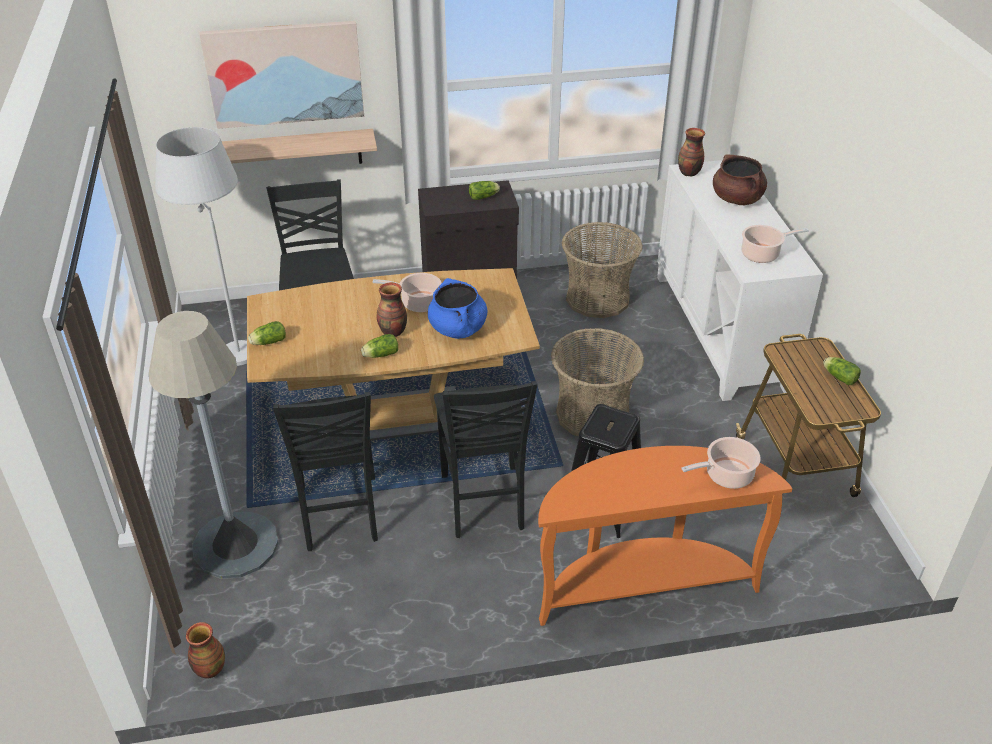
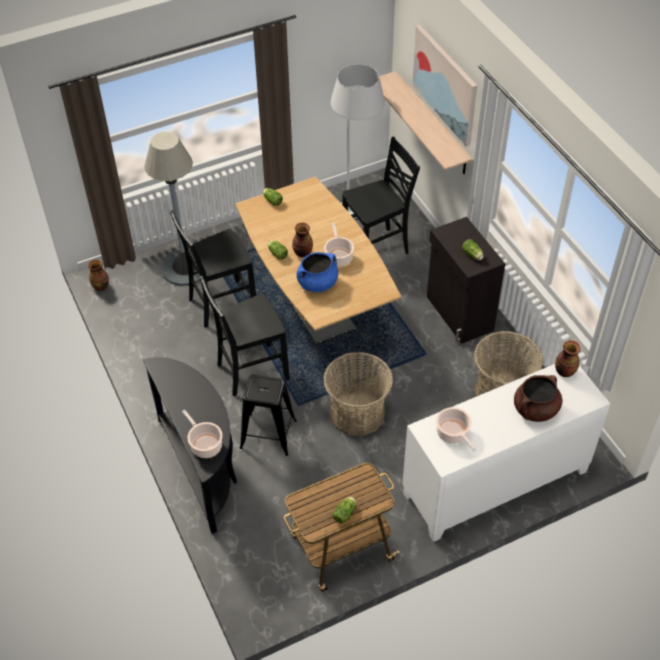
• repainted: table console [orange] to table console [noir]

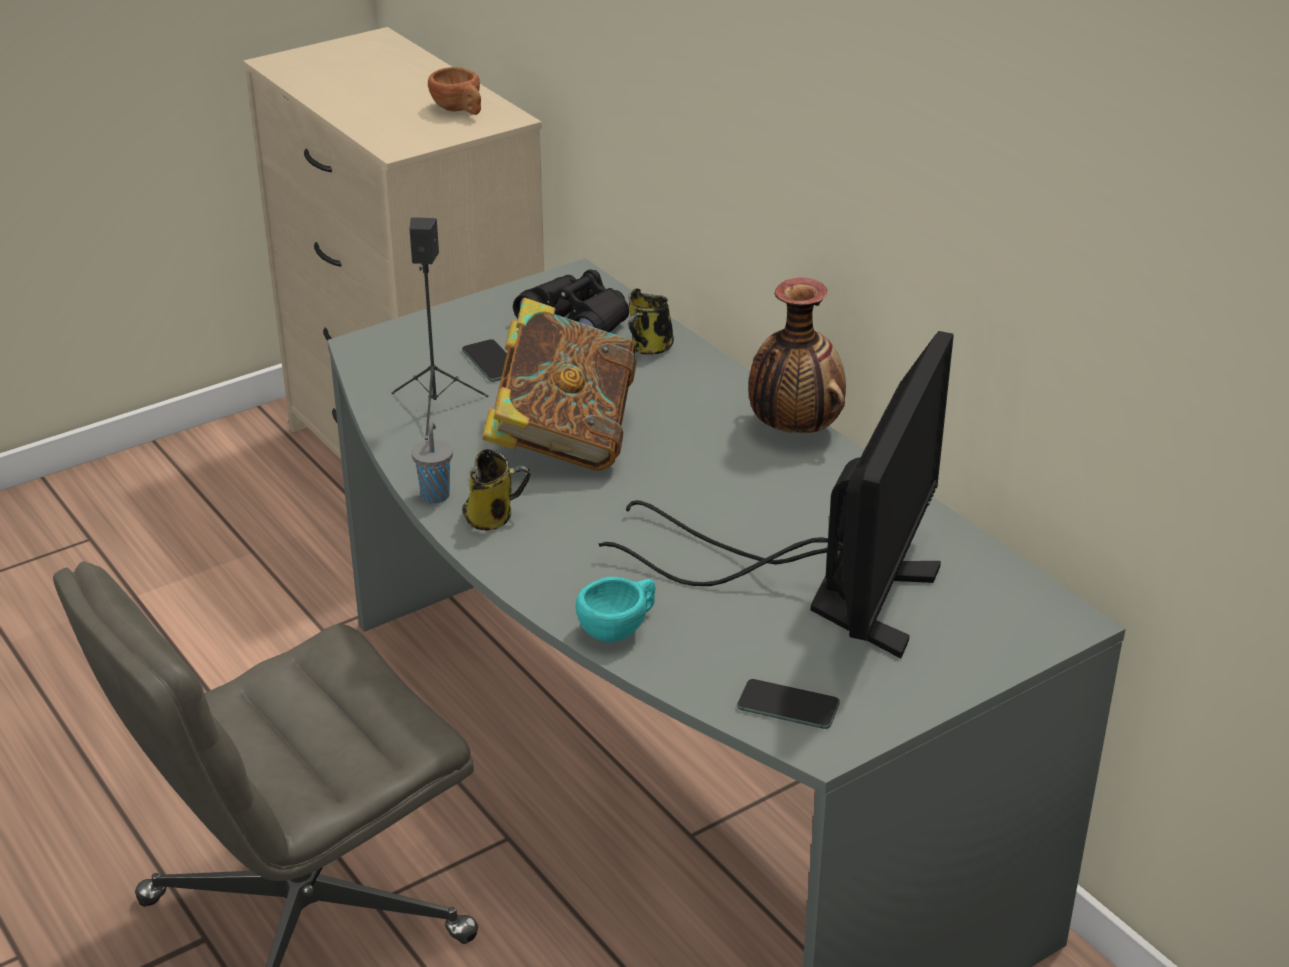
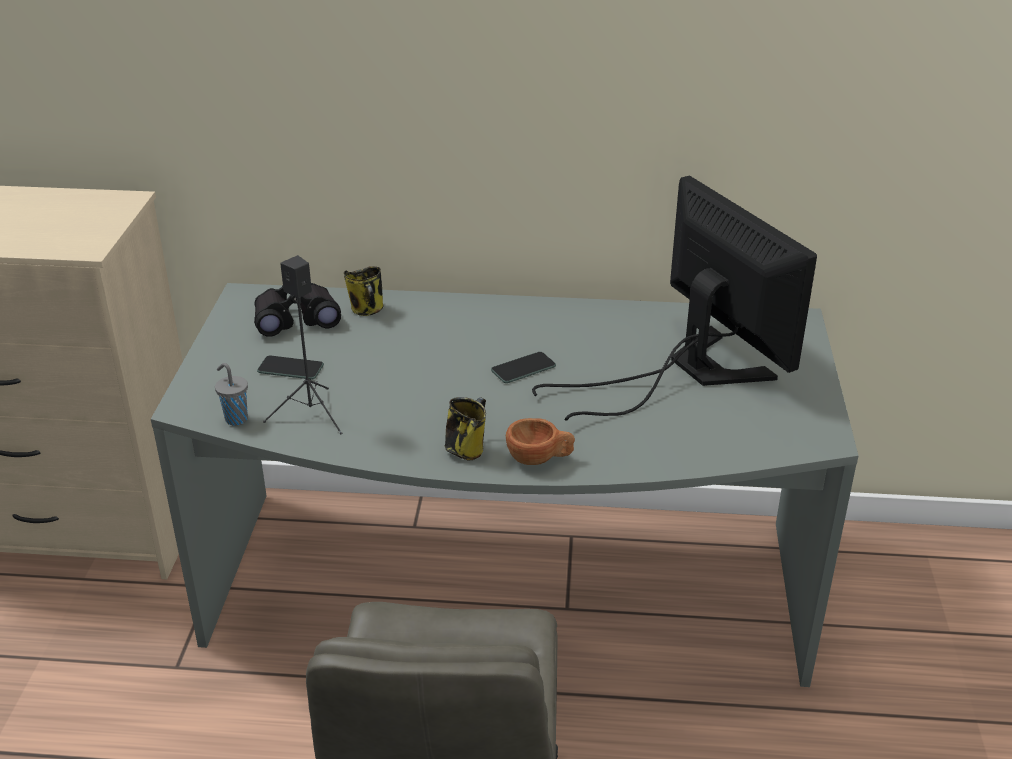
• shifted: tasse [gris]
• shifted: tasse [marron]
• gone: livre
• gone: tasse [turquoise]
• shifted: téléphone (no. 2 from left)
• gone: vase

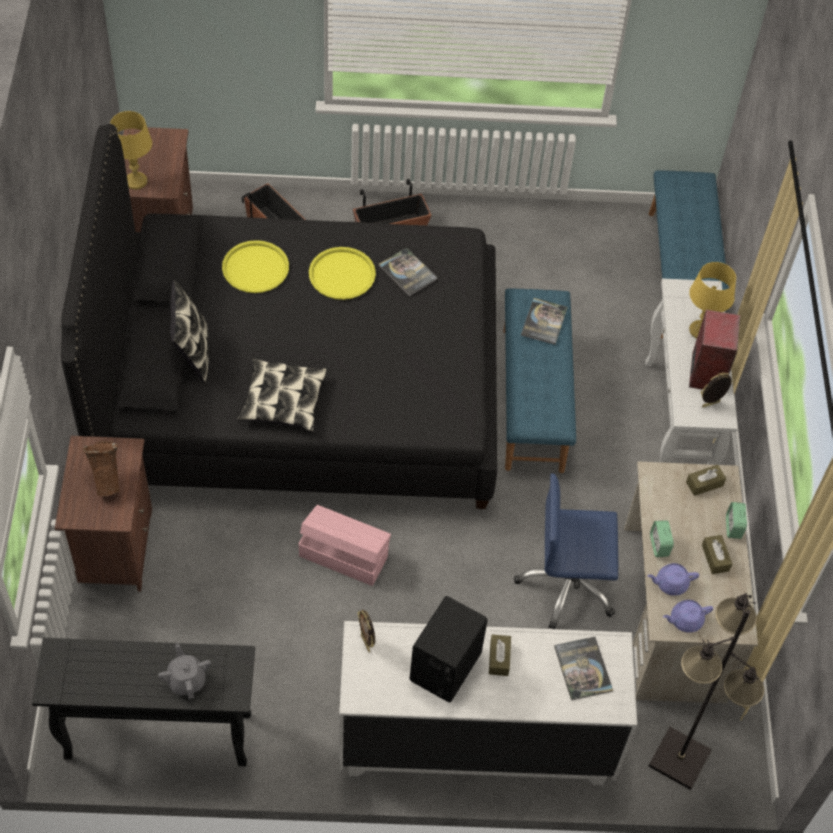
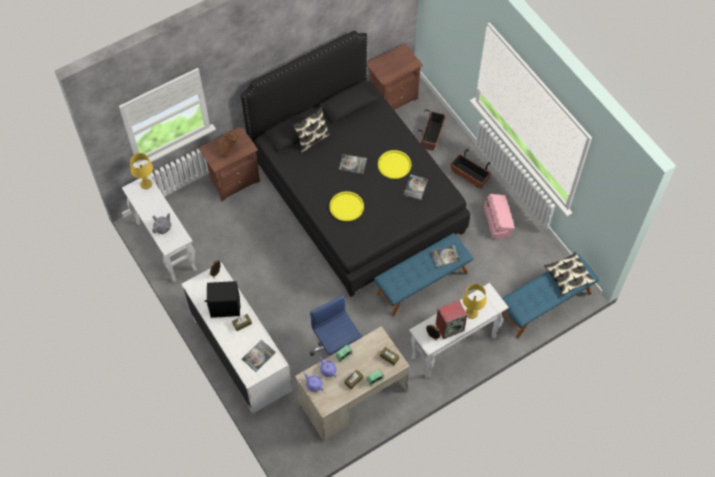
• repainted: table console [noir] to table console [blanc] (no. 1 from left)
• shifted: lampe de table [jaune] (no. 1 from left)
• shifted: plateau [jaune] (no. 1 from left)
• shifted: coussin (no. 2 from left)
• shifted: boîte de rangement [rose]
• gone: lampadaire [noir]
• new: livre (no. 2 from left)

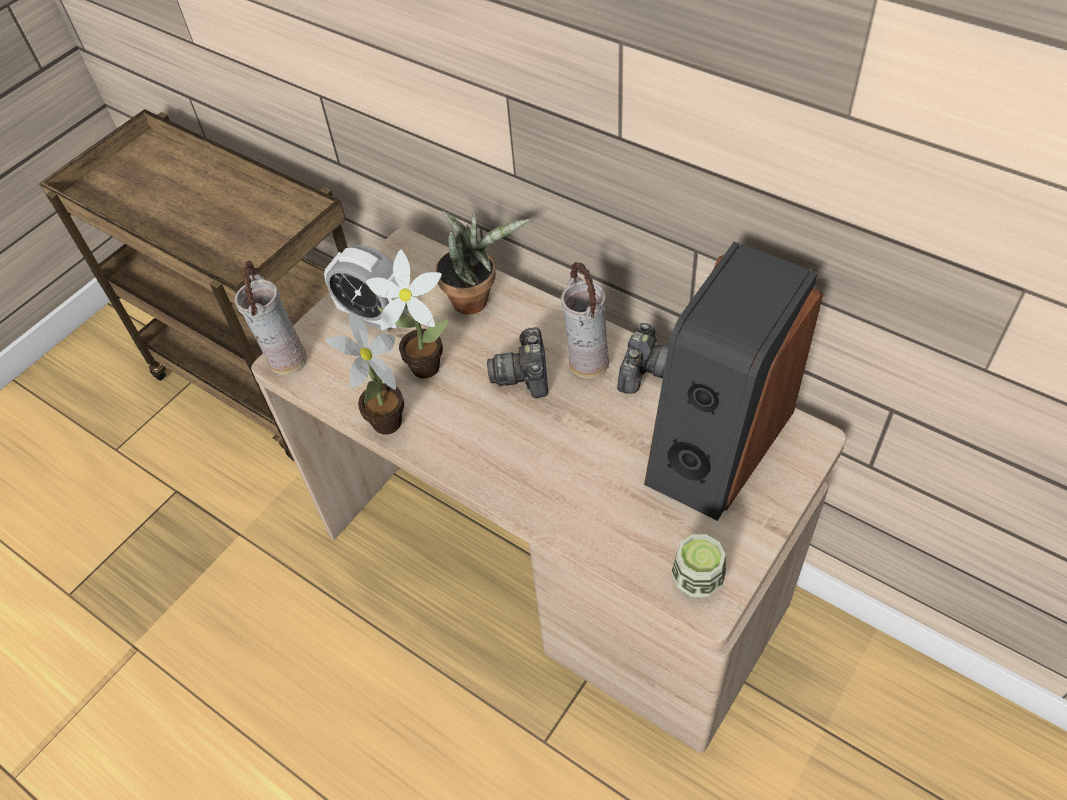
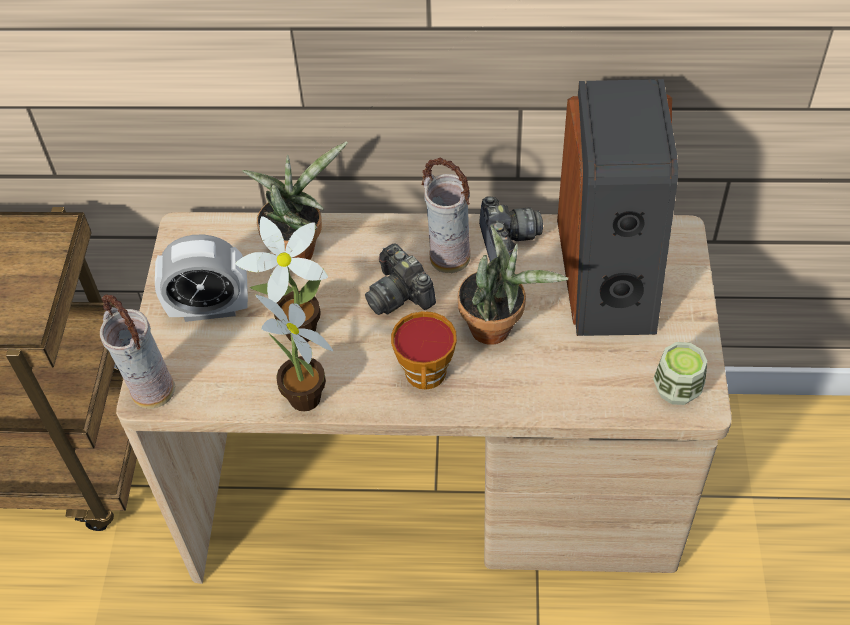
• new: tasse (no. 1 from left)
• new: plante en pot (no. 4 from left)

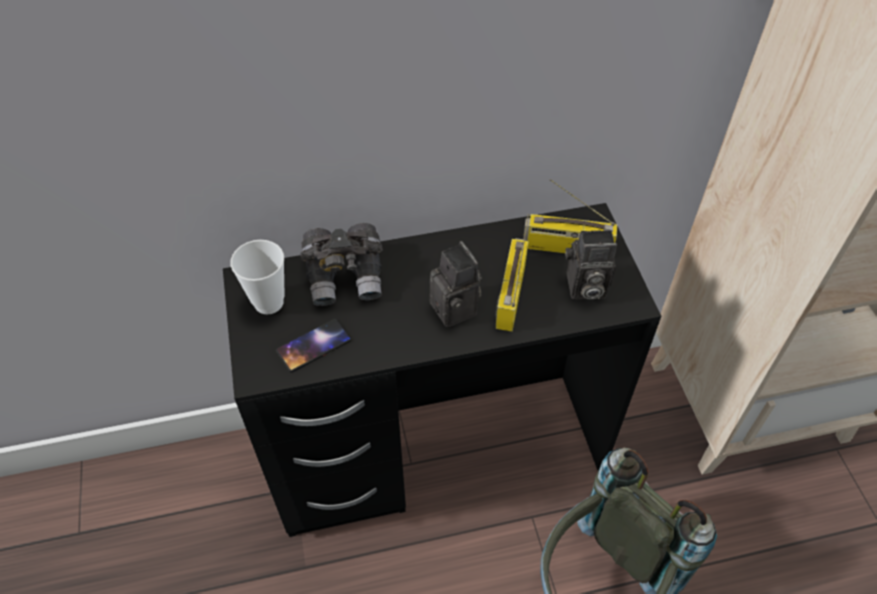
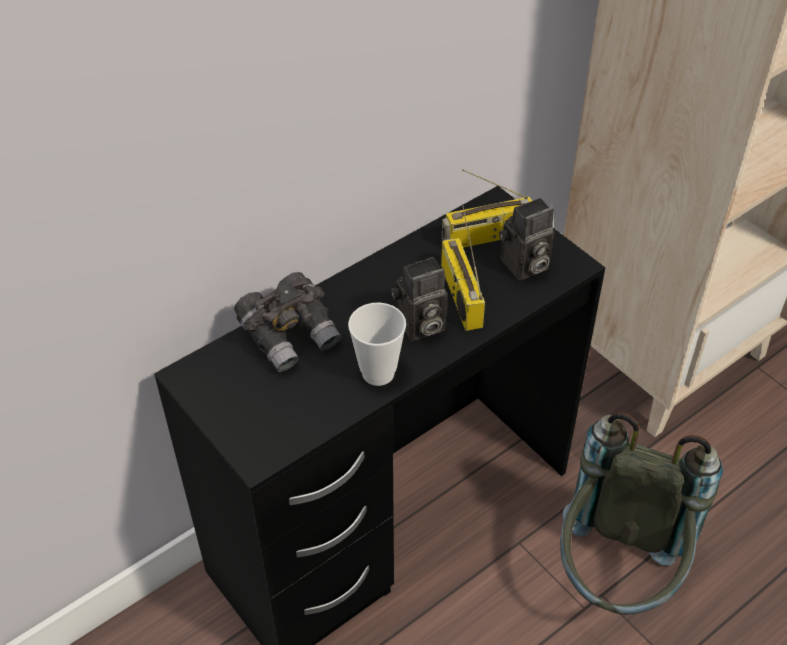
• shifted: tasse
• gone: téléphone
• rotated: appareil photo (no. 1 from left) 120 degrees clockwise

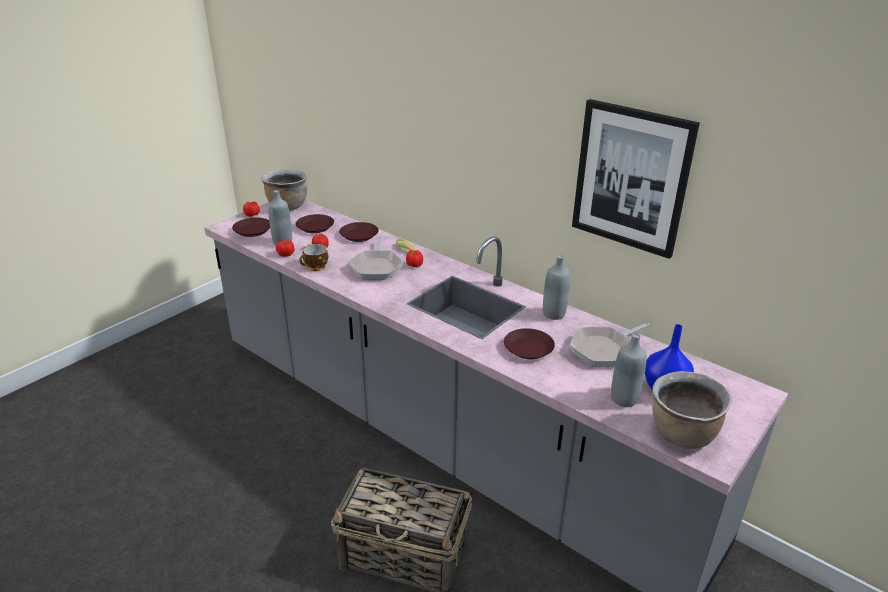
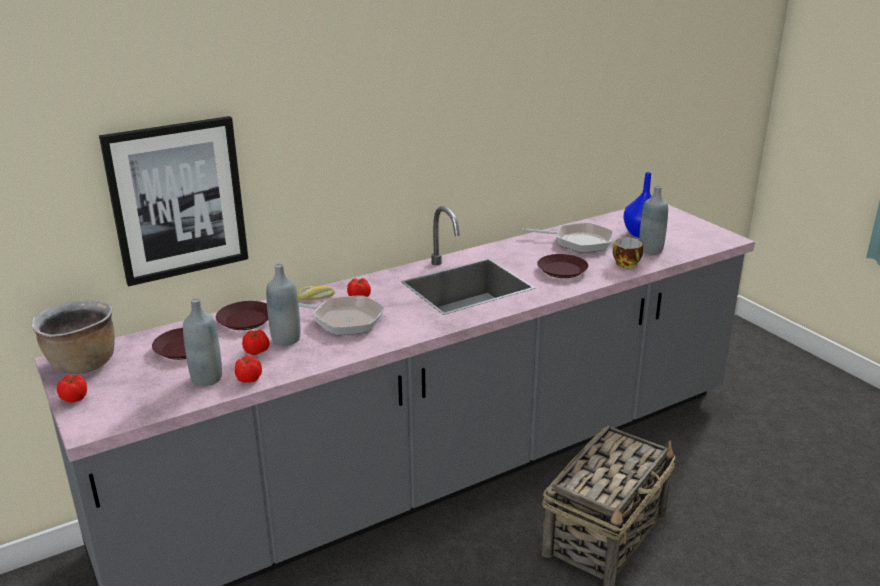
• gone: assiette [marron] (no. 1 from left)
• shifted: tasse
• shifted: bouteille [gris] (no. 2 from left)
• rotated: poêle (no. 2 from left) 60 degrees counterclockwise
• shifted: tableau
• gone: marmite [marron] (no. 2 from left)

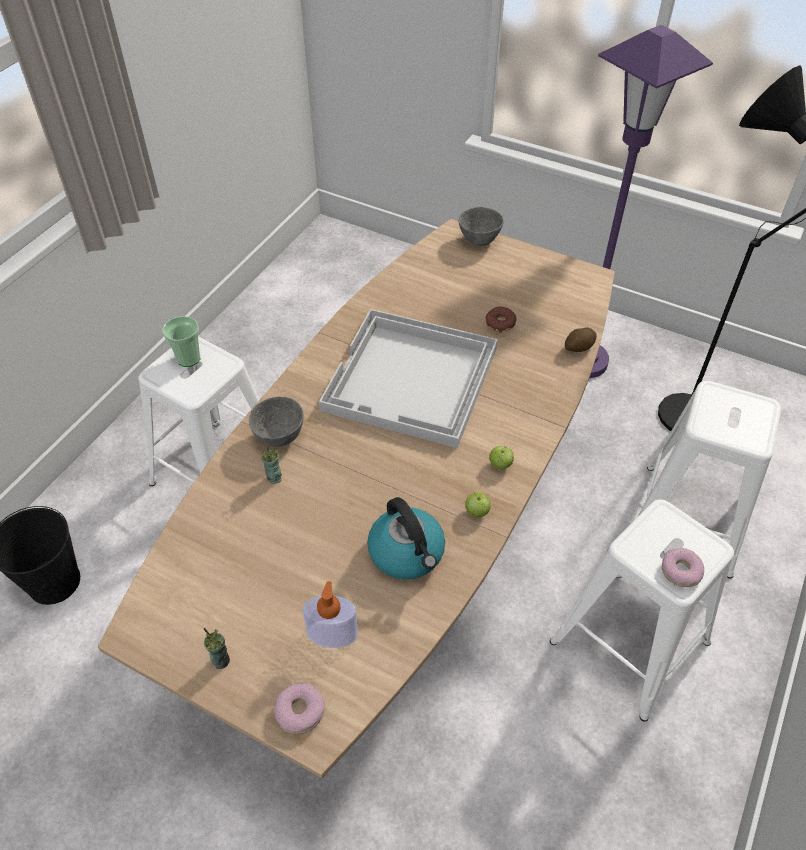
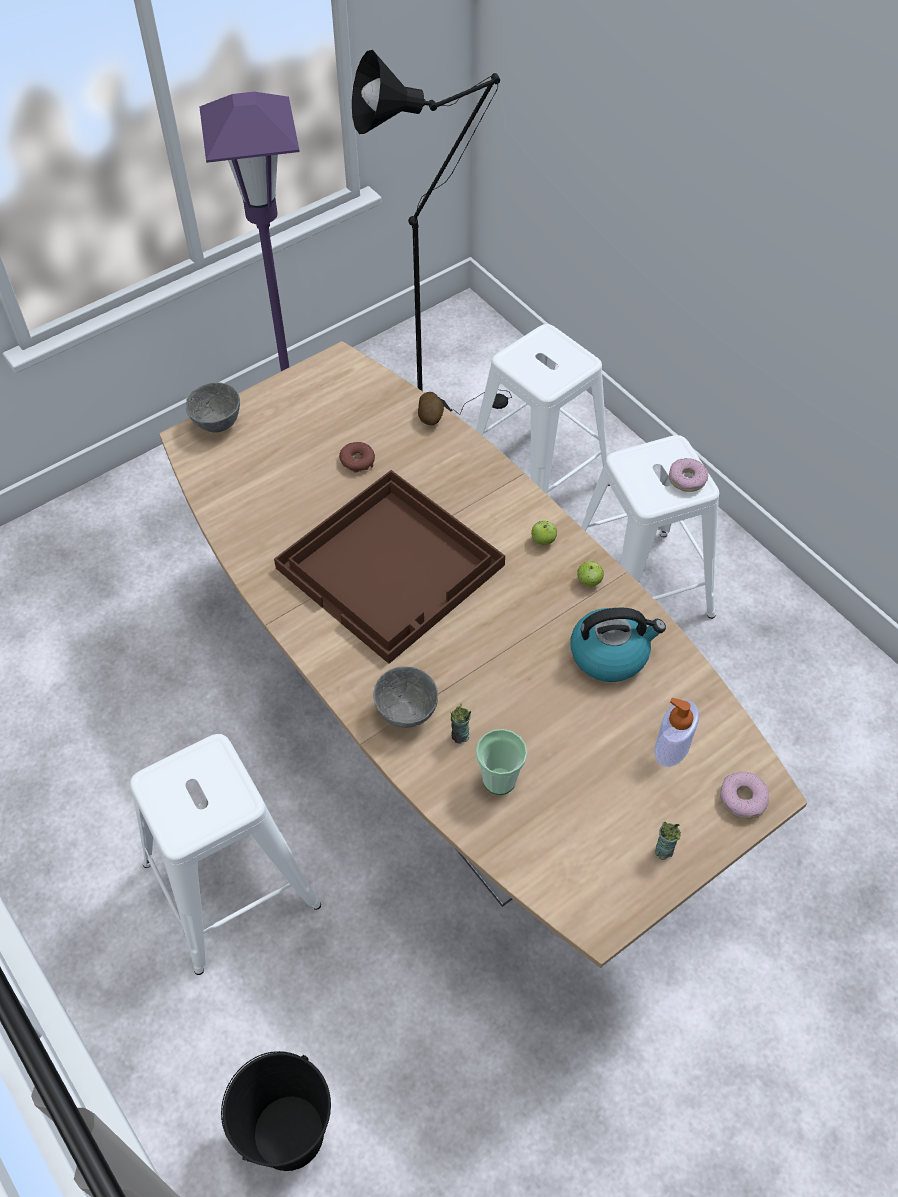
• shifted: tasse (no. 1 from left in the first image) to tasse (no. 2 from left)
• repainted: plateau [blanc] to plateau [marron]

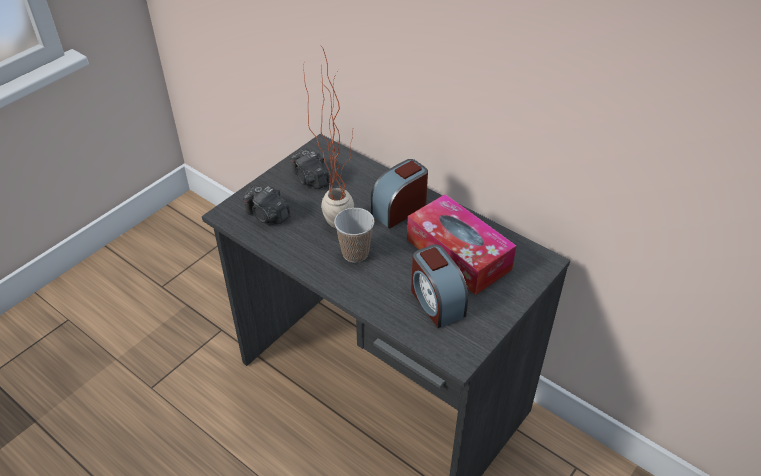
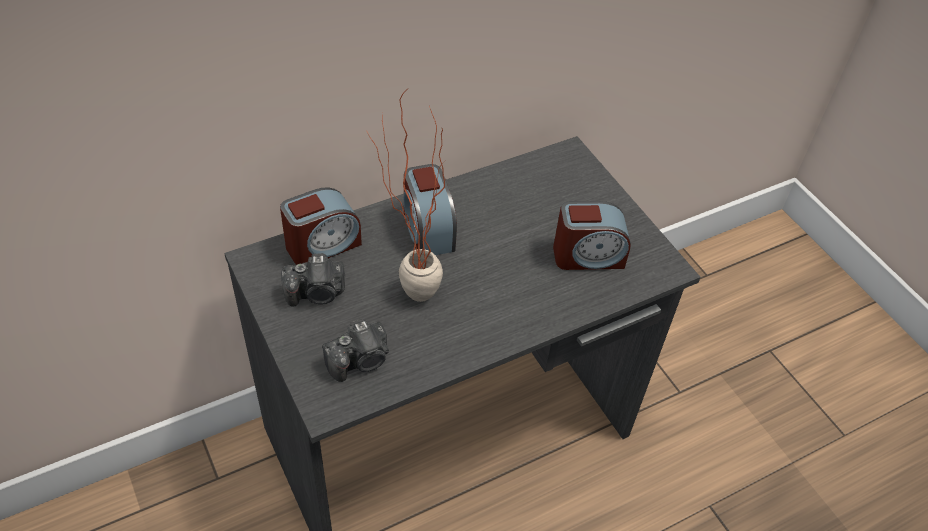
• gone: tasse
• gone: boîte à mouchoirs
• new: réveil (no. 1 from left)

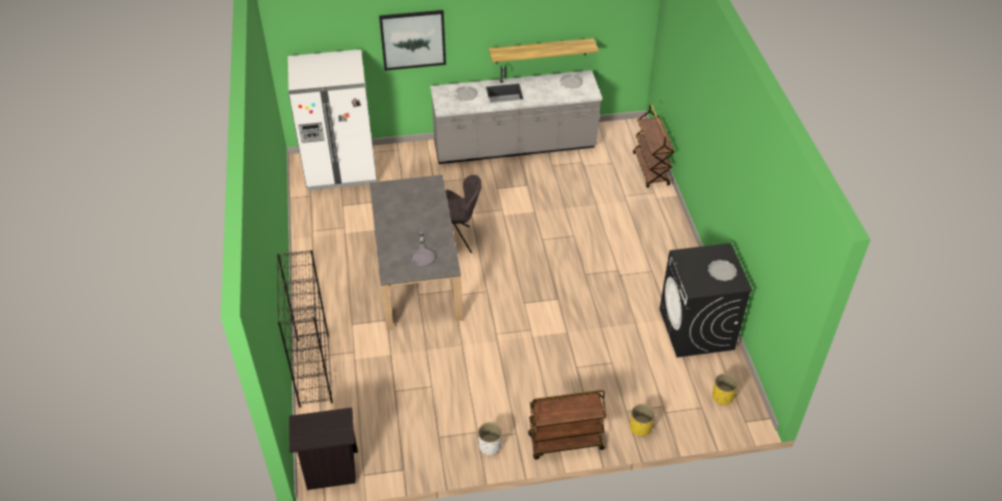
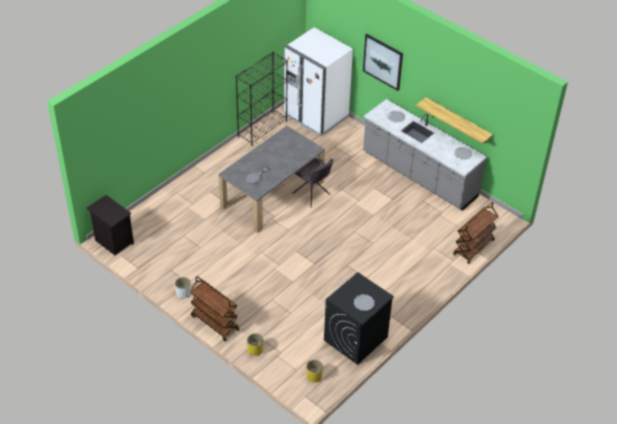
• shifted: bibliothèque [noir]

